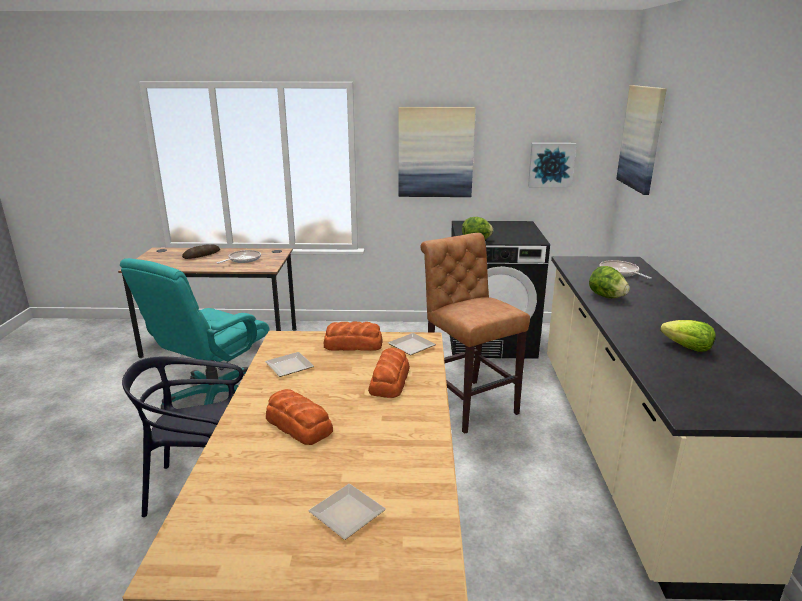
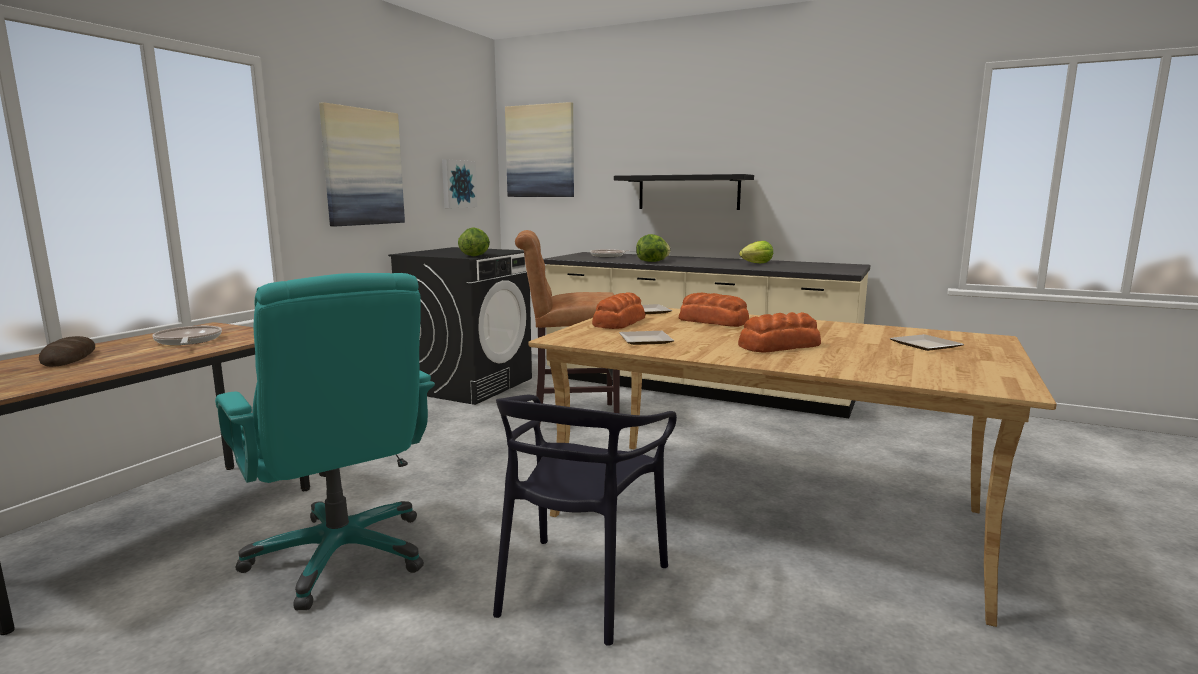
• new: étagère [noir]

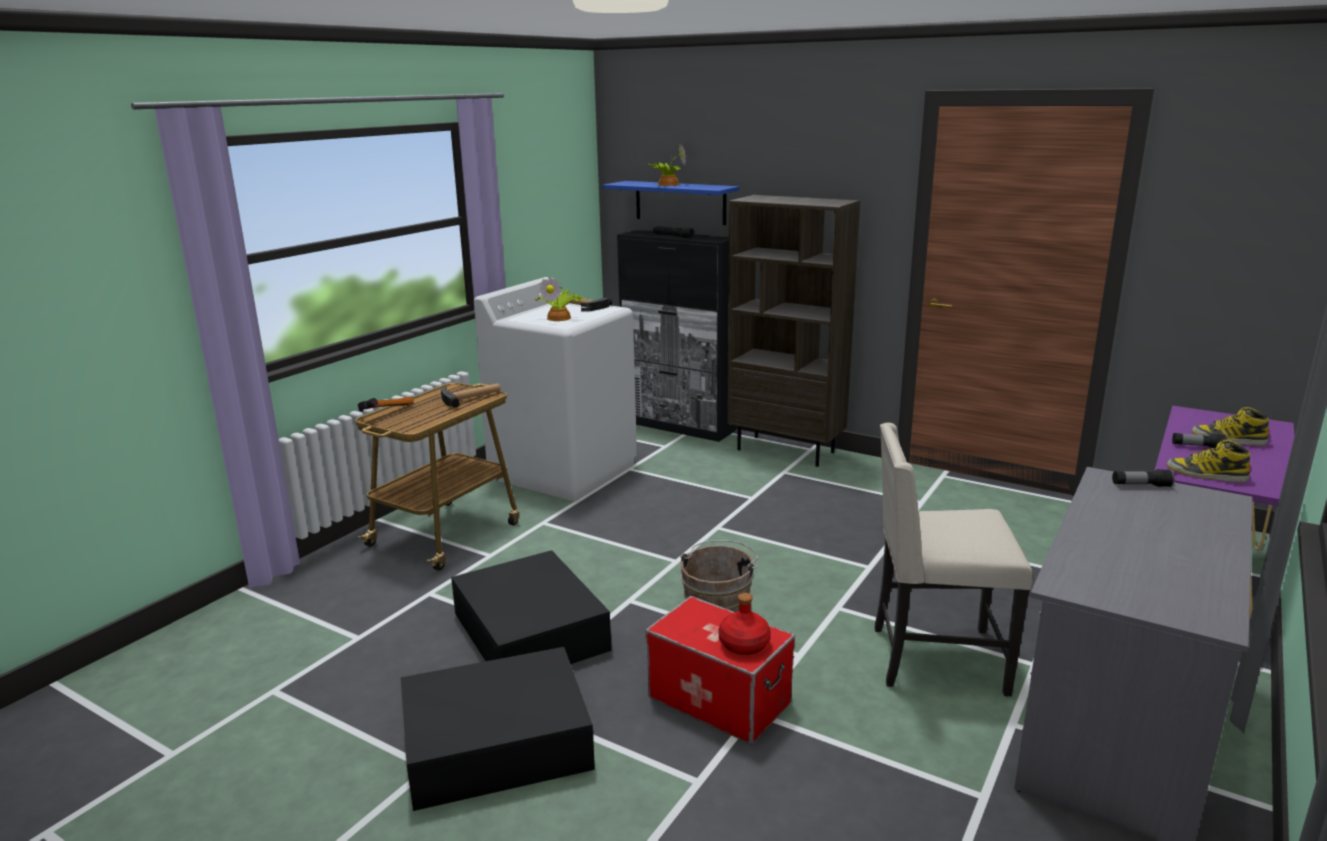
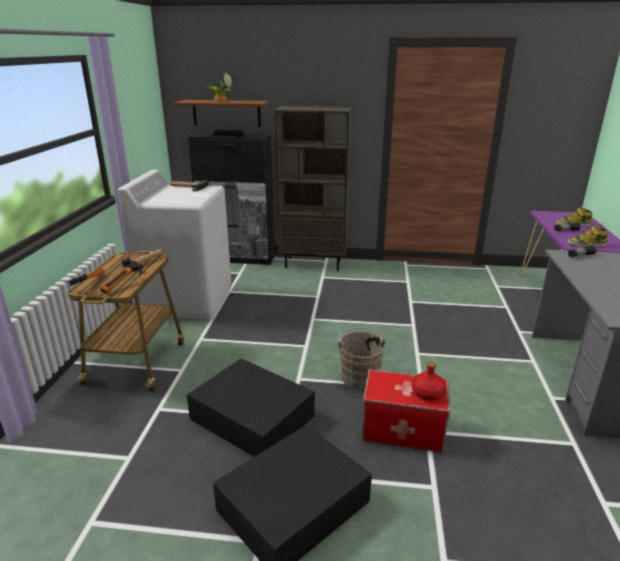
• gone: plante en pot (no. 1 from left)
• repainted: étagère [bleu] to étagère [marron]
• gone: chaise [beige]
• new: marteau (no. 2 from left)

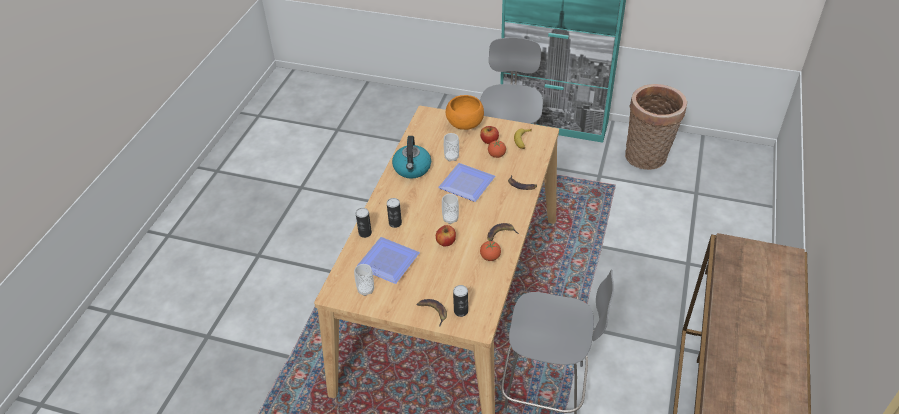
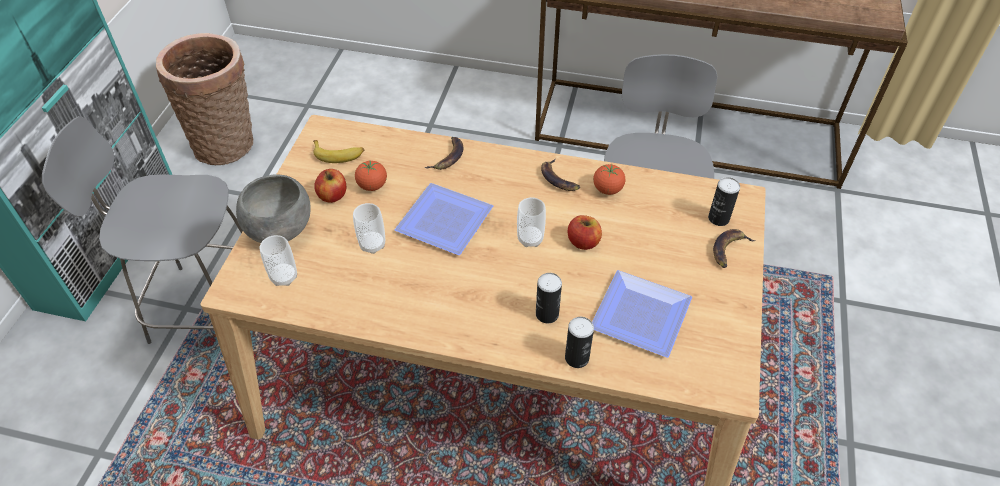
• shifted: tasse (no. 1 from left)
• gone: bouilloire
• repainted: bol [orange] to bol [gris]

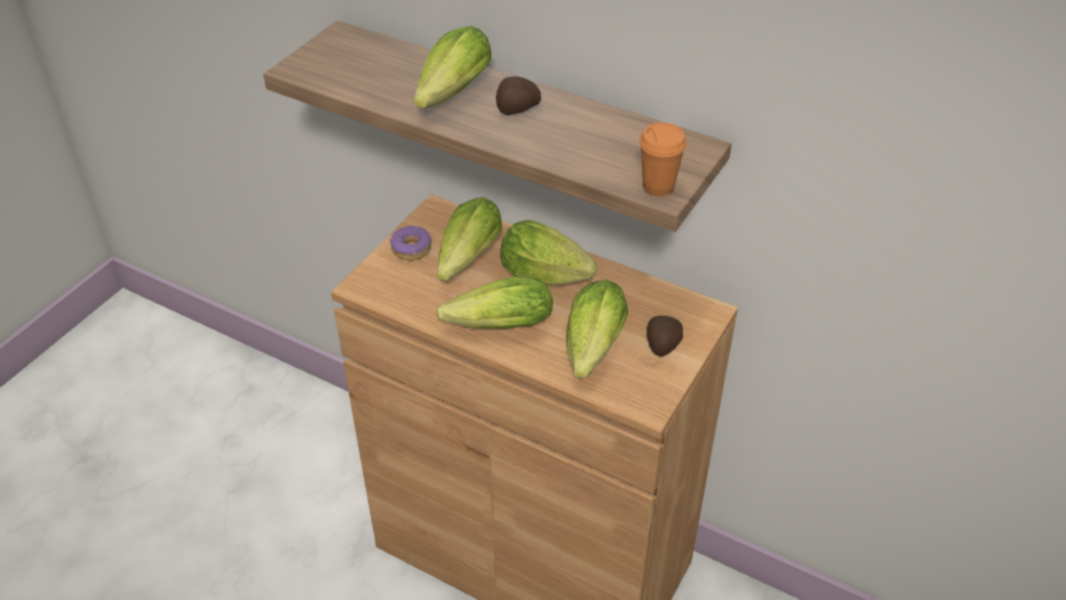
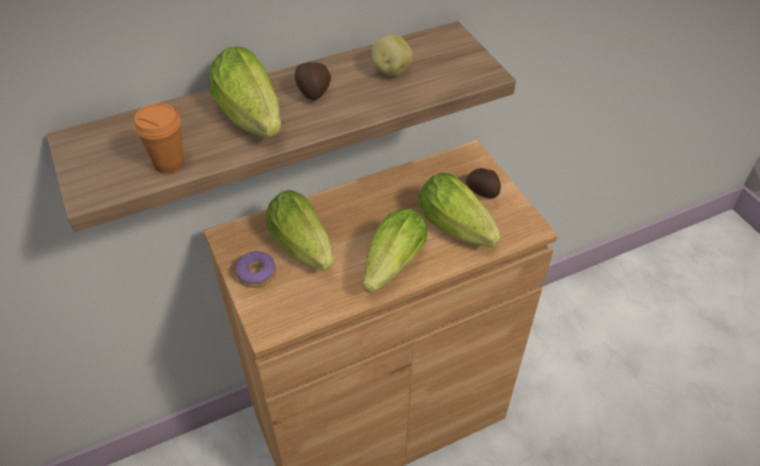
• gone: laitue (no. 4 from left)
• shifted: tasse [orange]
• new: pomme de terre (no. 2 from left)

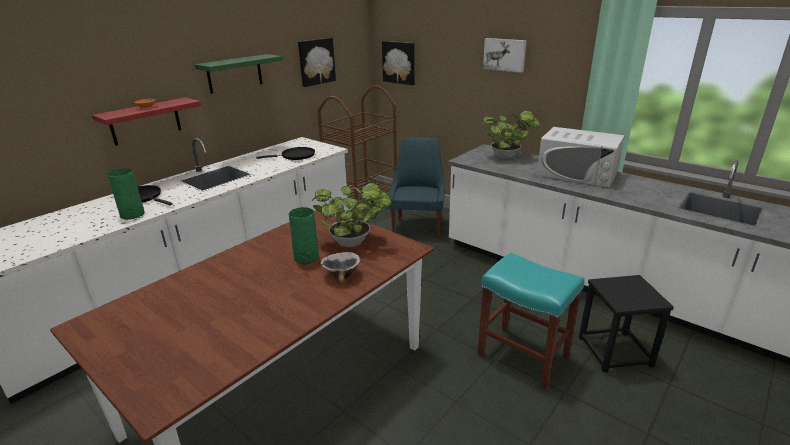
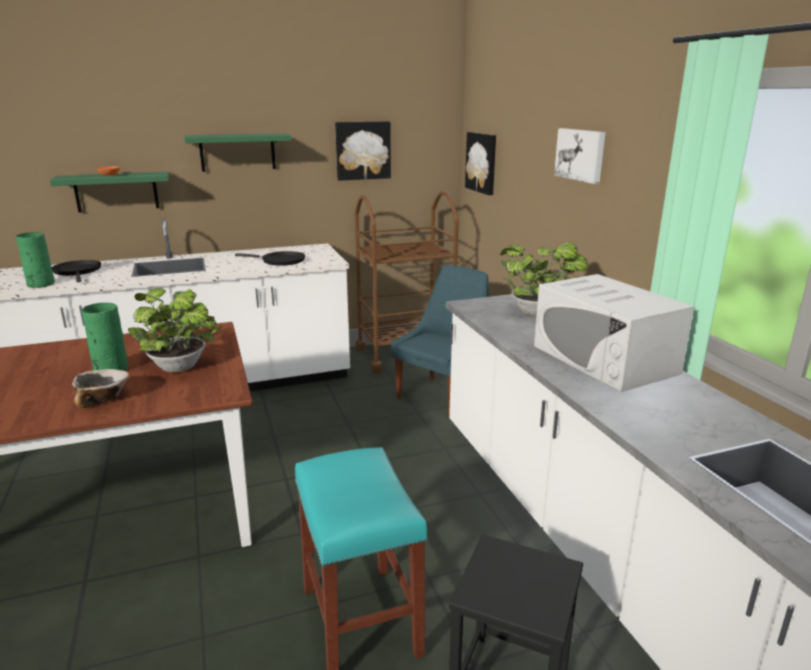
• repainted: étagère [rouge] to étagère [vert] (no. 1 from left)

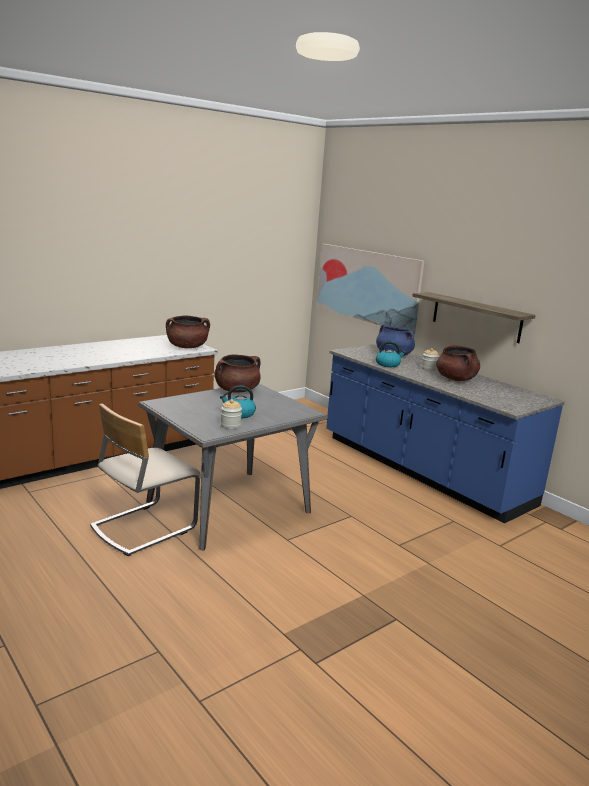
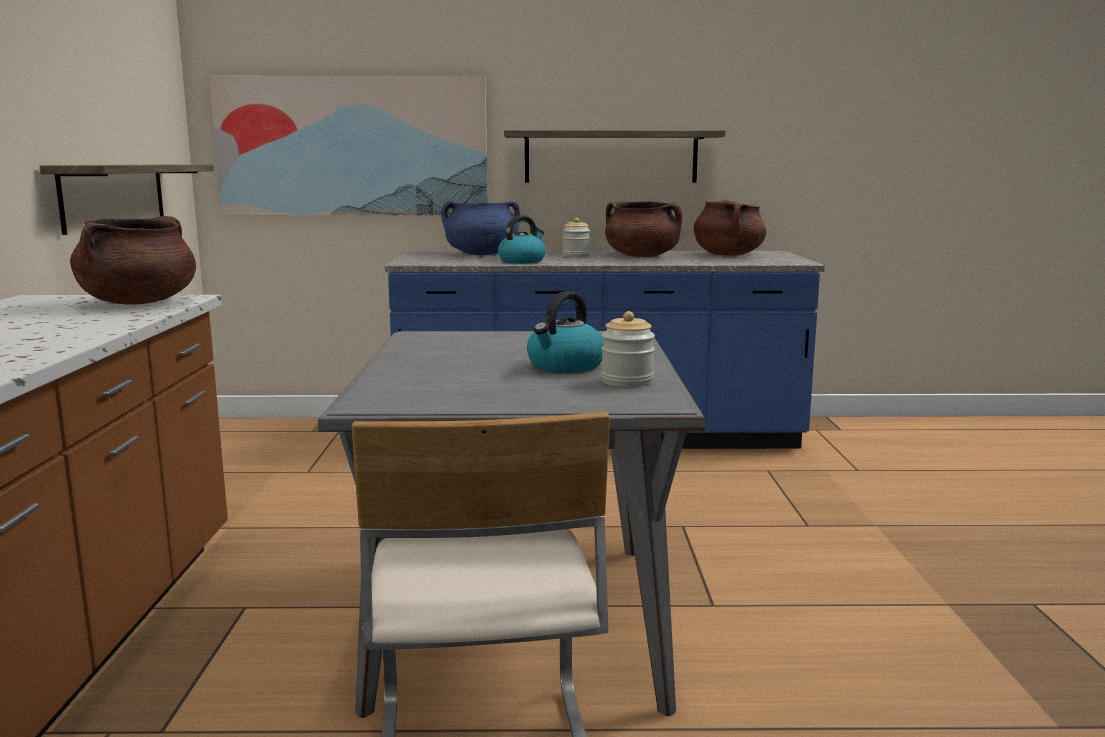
• shifted: marmite [marron] (no. 2 from left in the first image) to marmite [marron] (no. 3 from left)
• new: étagère (no. 1 from left)

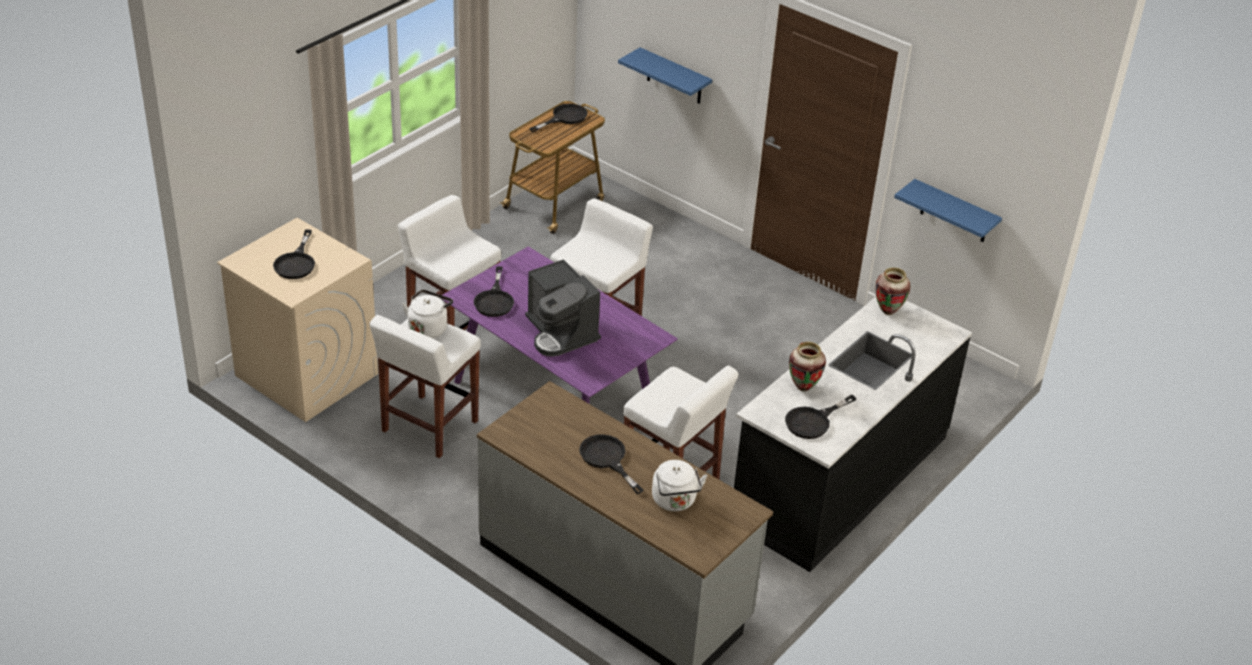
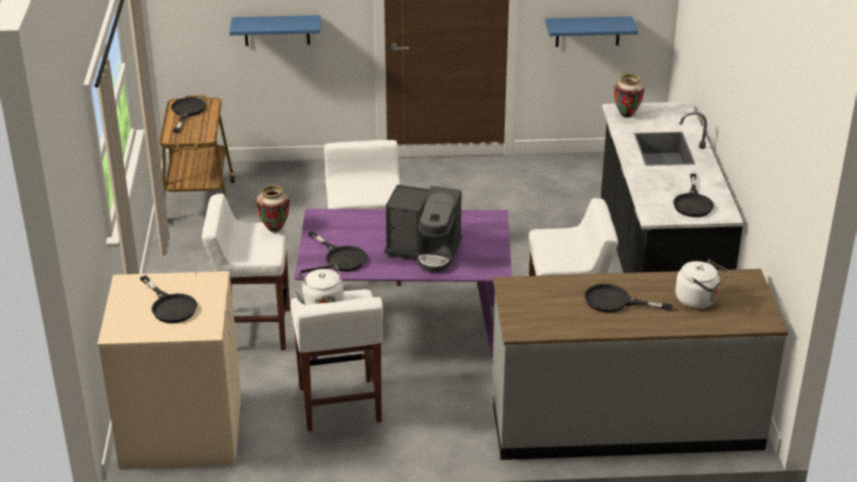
• shifted: vase (no. 1 from left)

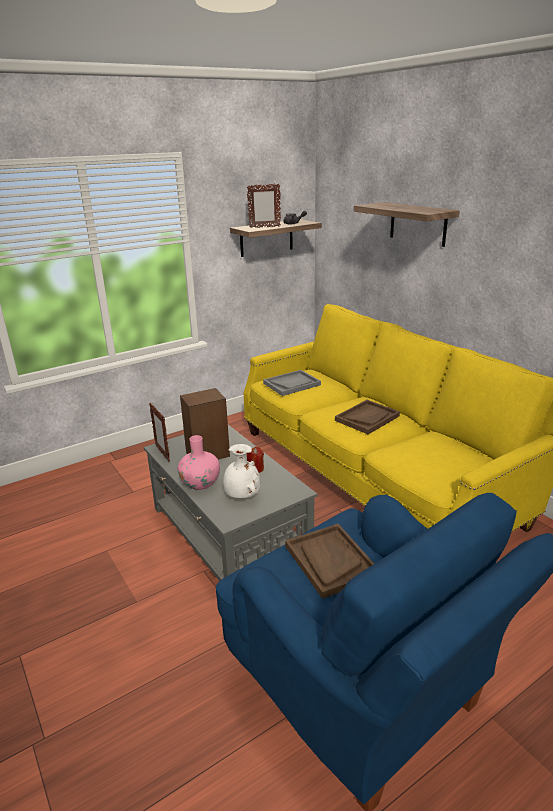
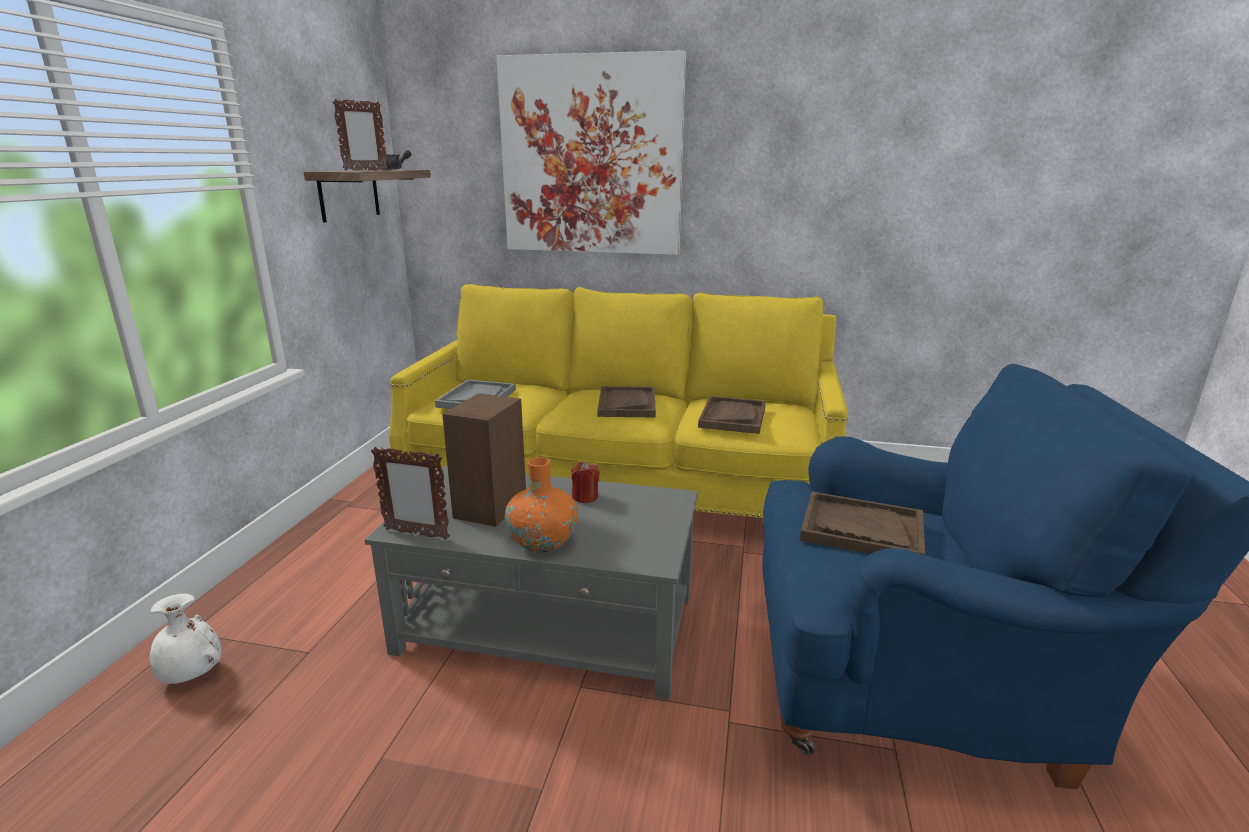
• repainted: vase [rose] to vase [orange]
• shifted: vase [blanc]
• swapped: étagère (no. 2 from left) to tableau
• new: plateau [marron] (no. 2 from left)

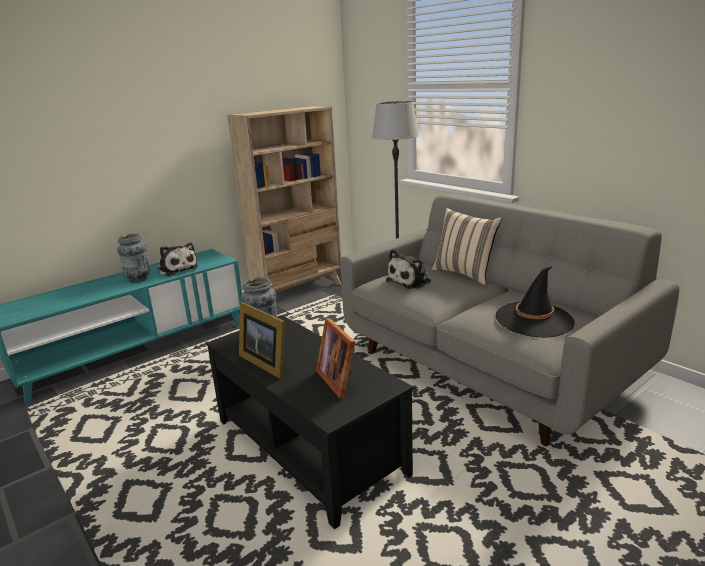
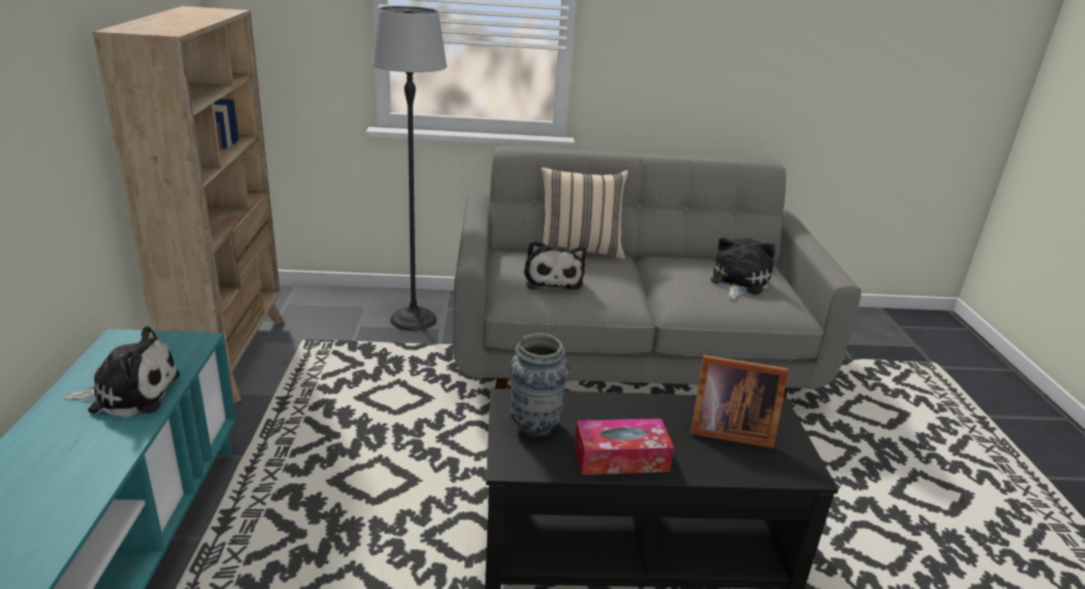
• gone: vase (no. 1 from left)
• swapped: cadre photo (no. 1 from left) to boîte à mouchoirs
• swapped: chapeau [noir] to peluche (no. 3 from left)

